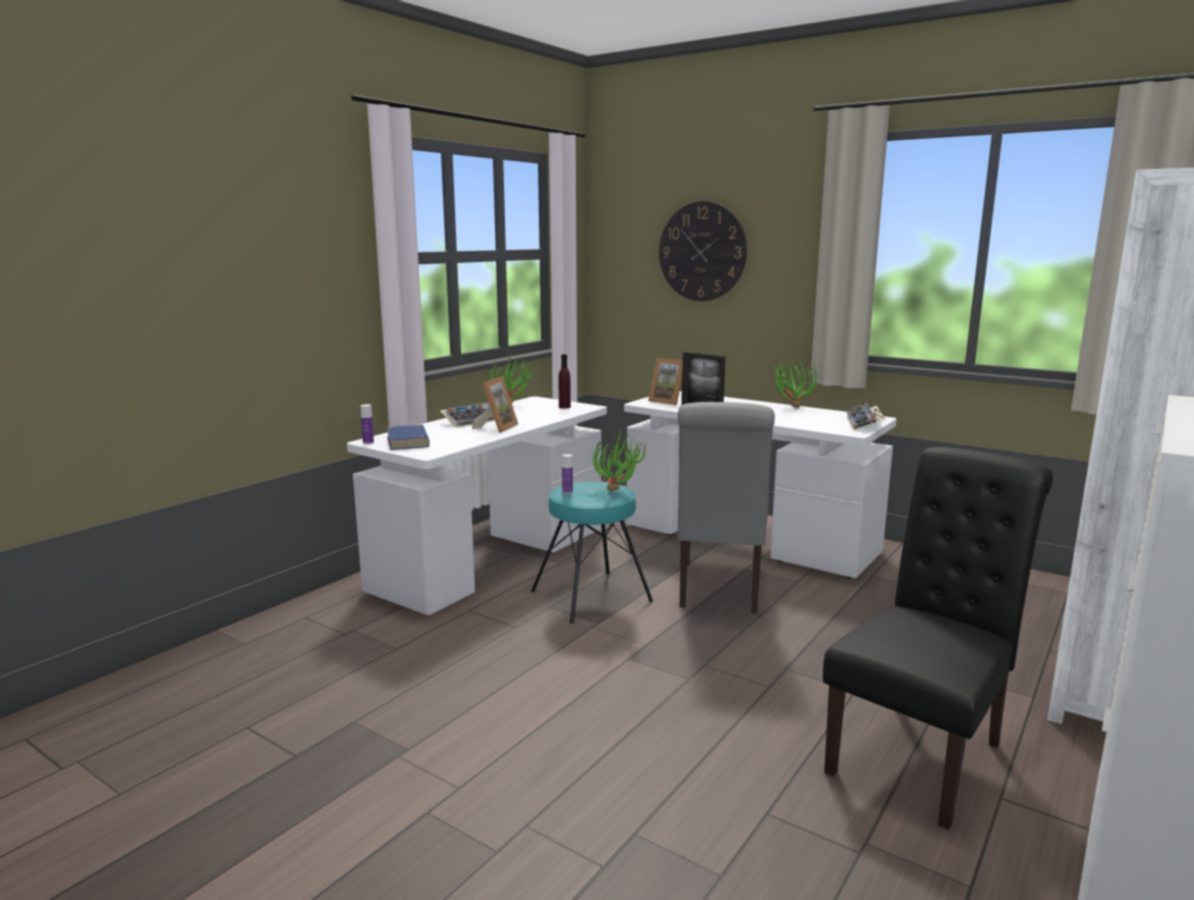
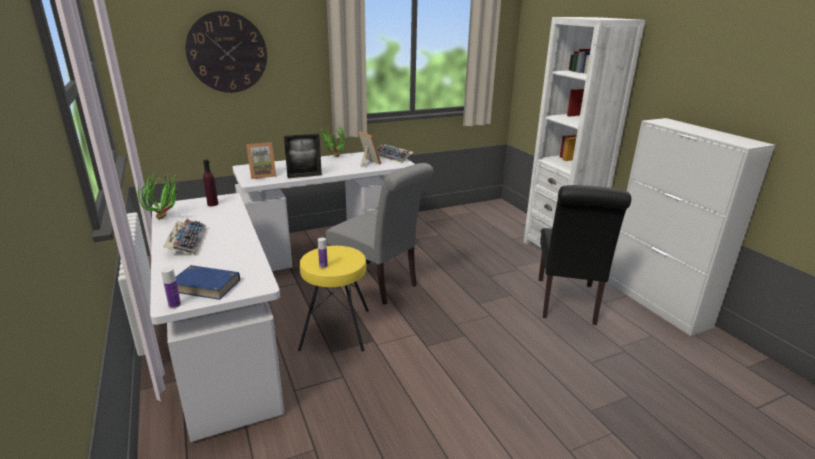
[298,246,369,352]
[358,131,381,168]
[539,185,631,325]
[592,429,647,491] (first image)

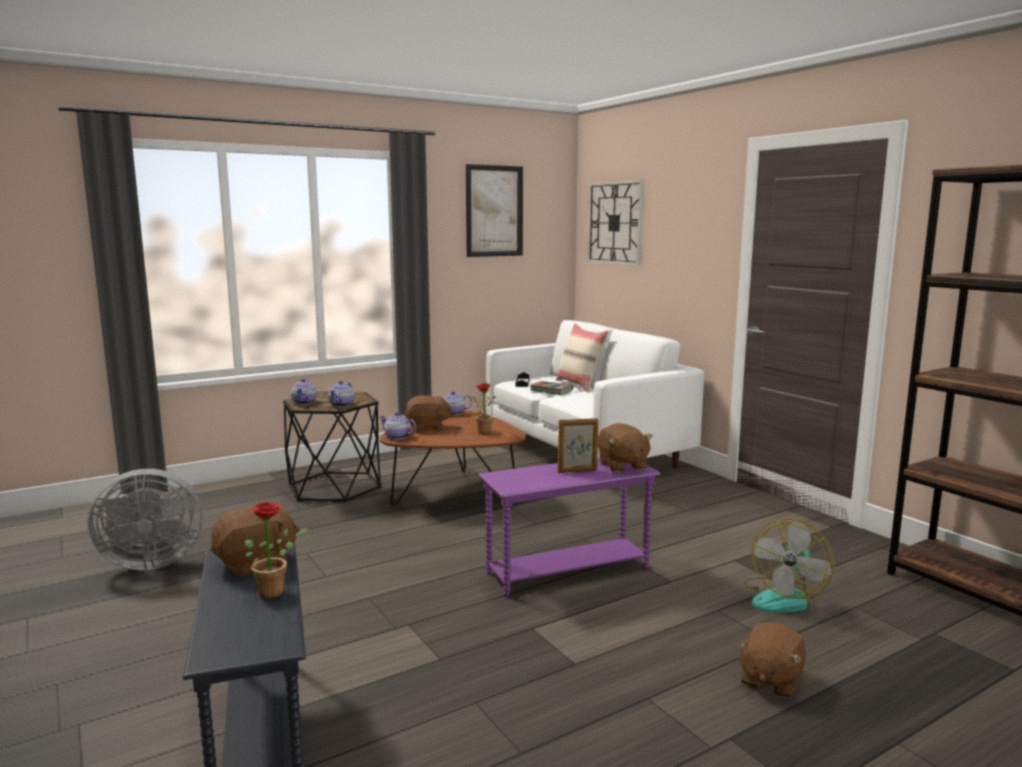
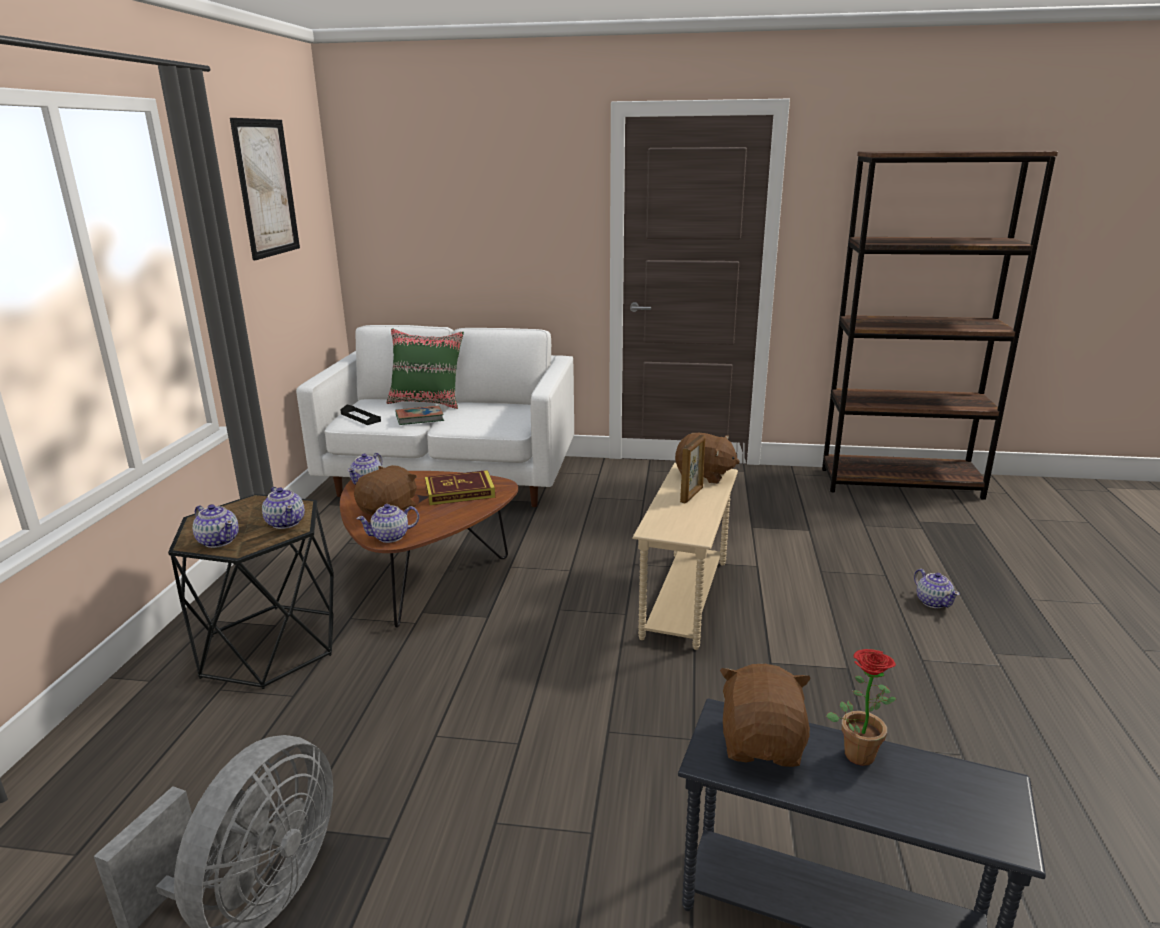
[387,328,464,409]
[425,470,495,505]
[632,463,738,650]
[914,569,960,608]
[587,179,644,266] (first image)
[744,518,834,613] (first image)

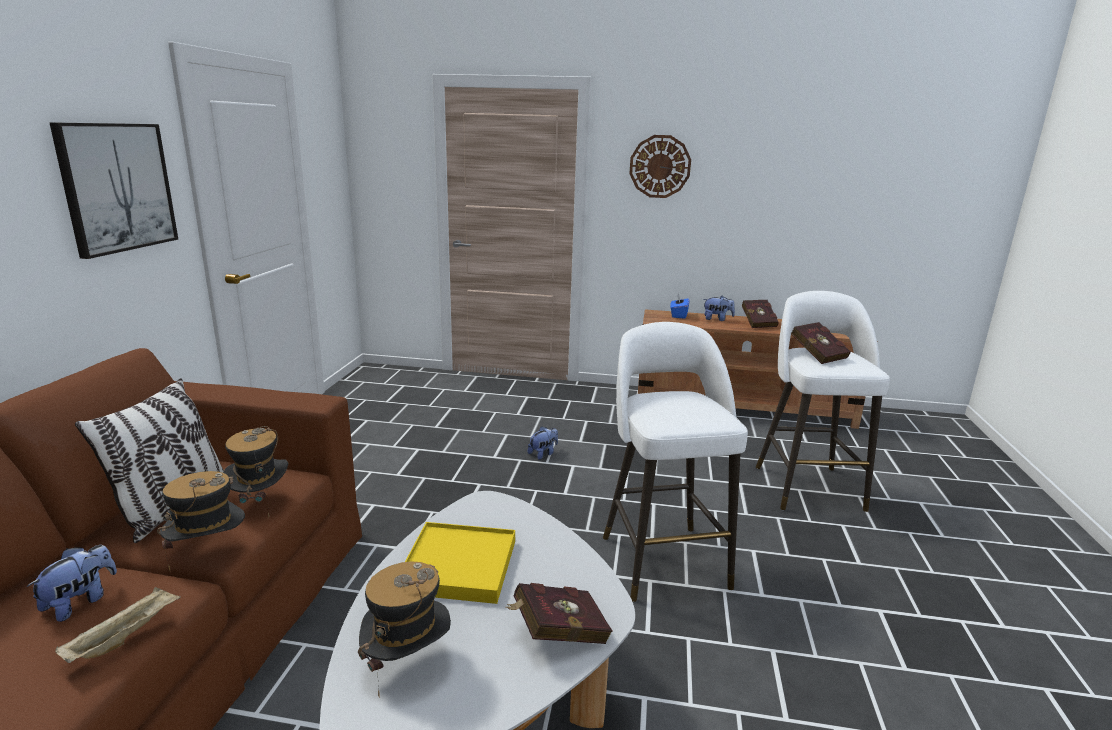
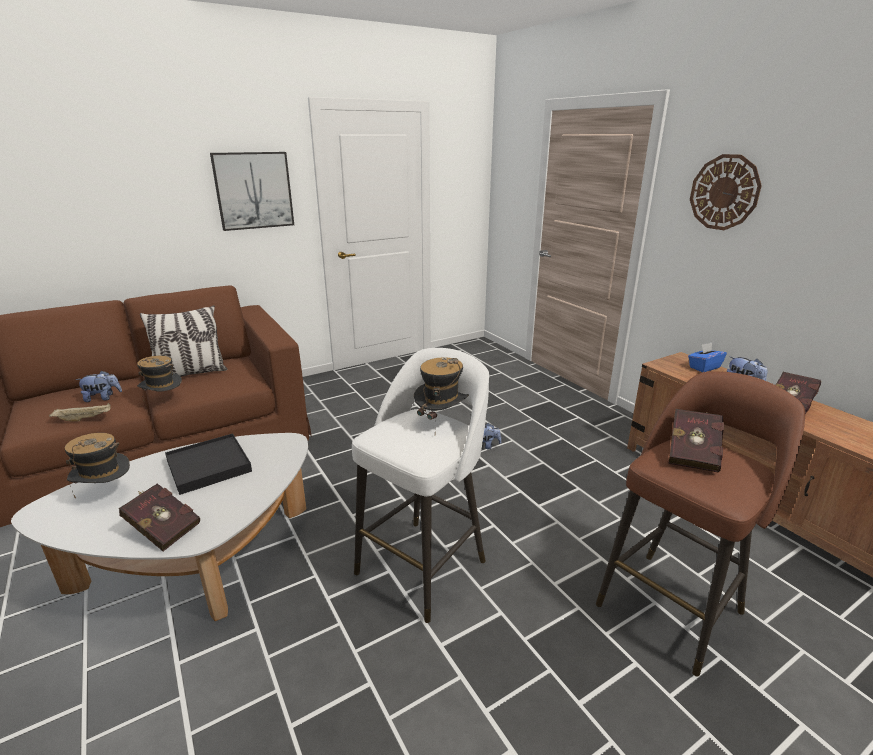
[165,433,252,495]
[414,357,469,434]
[596,371,805,677]

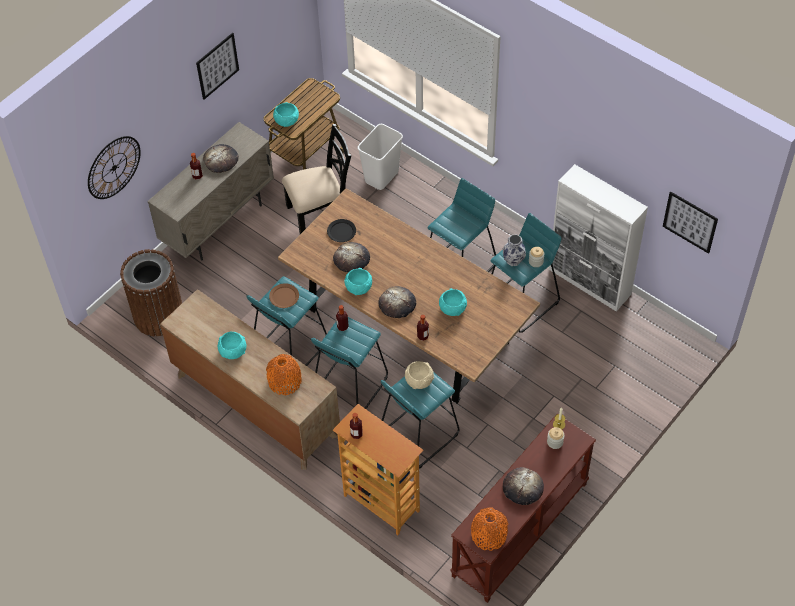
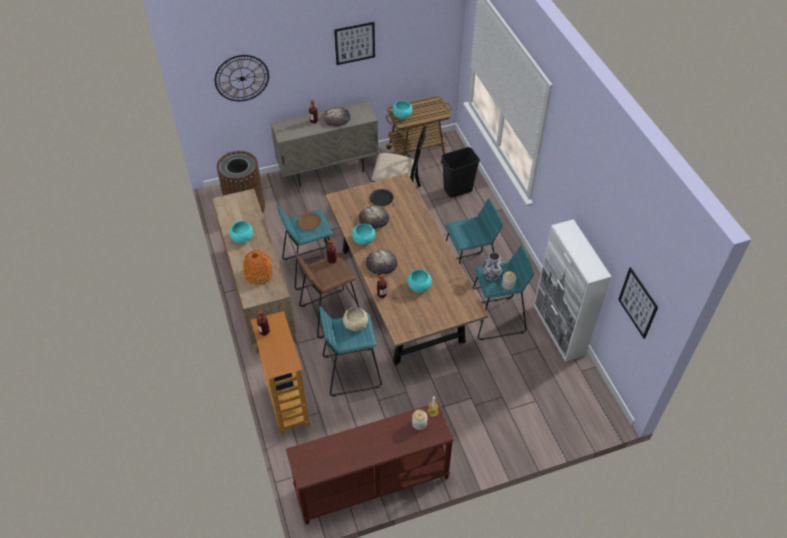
[295,253,359,339]
[442,147,480,198]
[471,507,508,551] (first image)
[503,467,544,505] (first image)

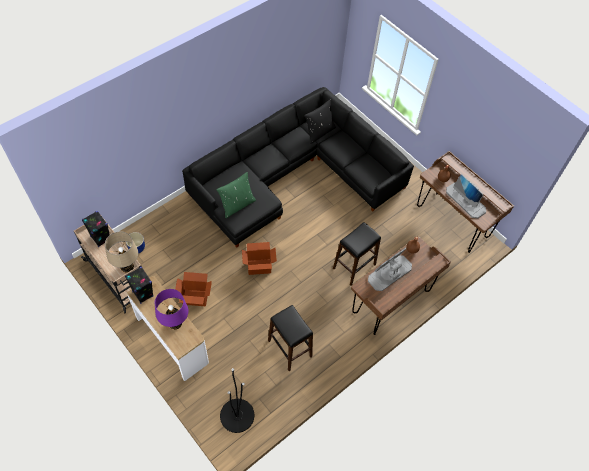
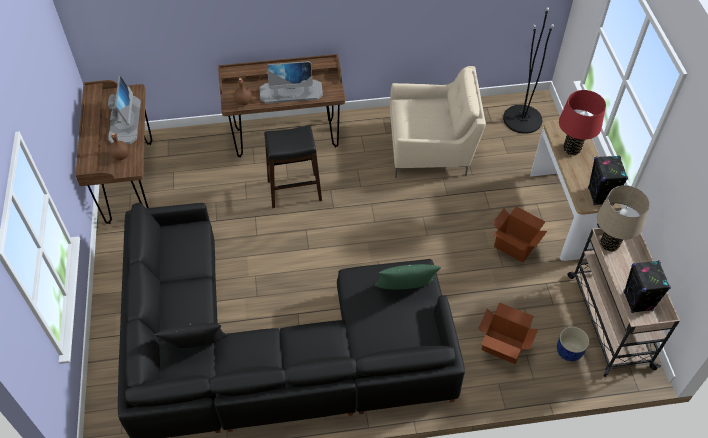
[390,66,486,177]
[479,302,538,364]
[559,90,606,155]

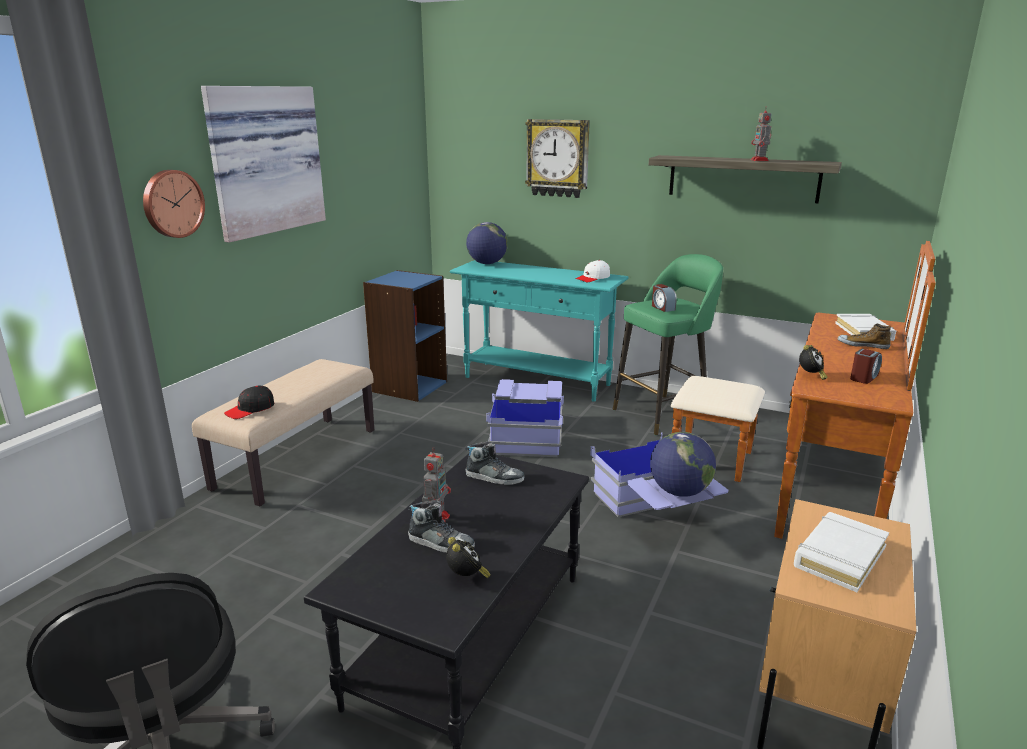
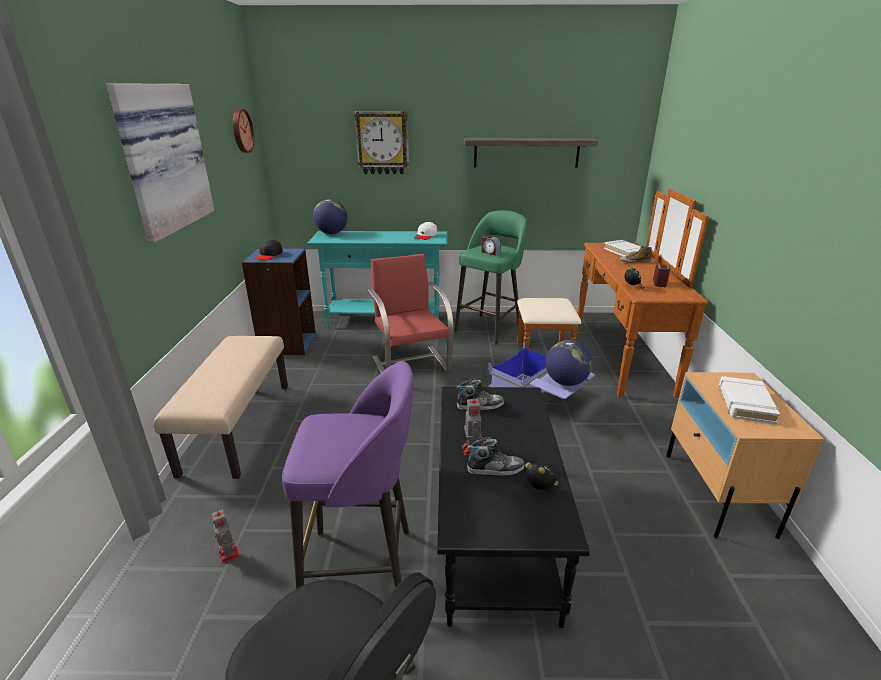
[212,509,240,564]
[233,109,254,153]
[254,239,283,261]
[282,361,414,589]
[368,254,454,373]

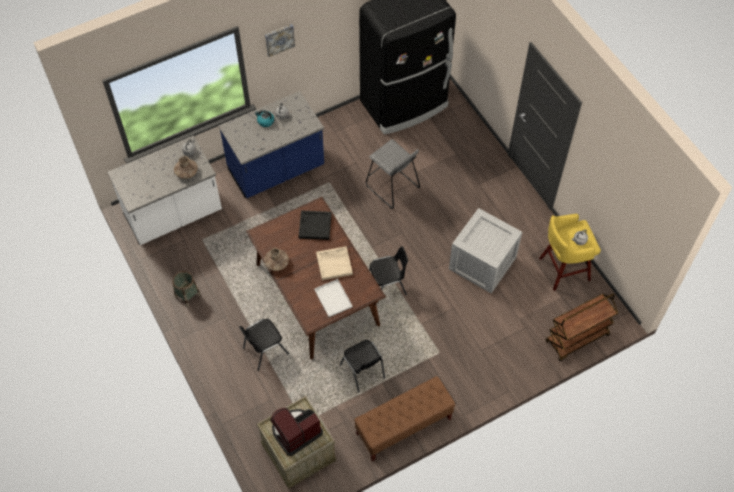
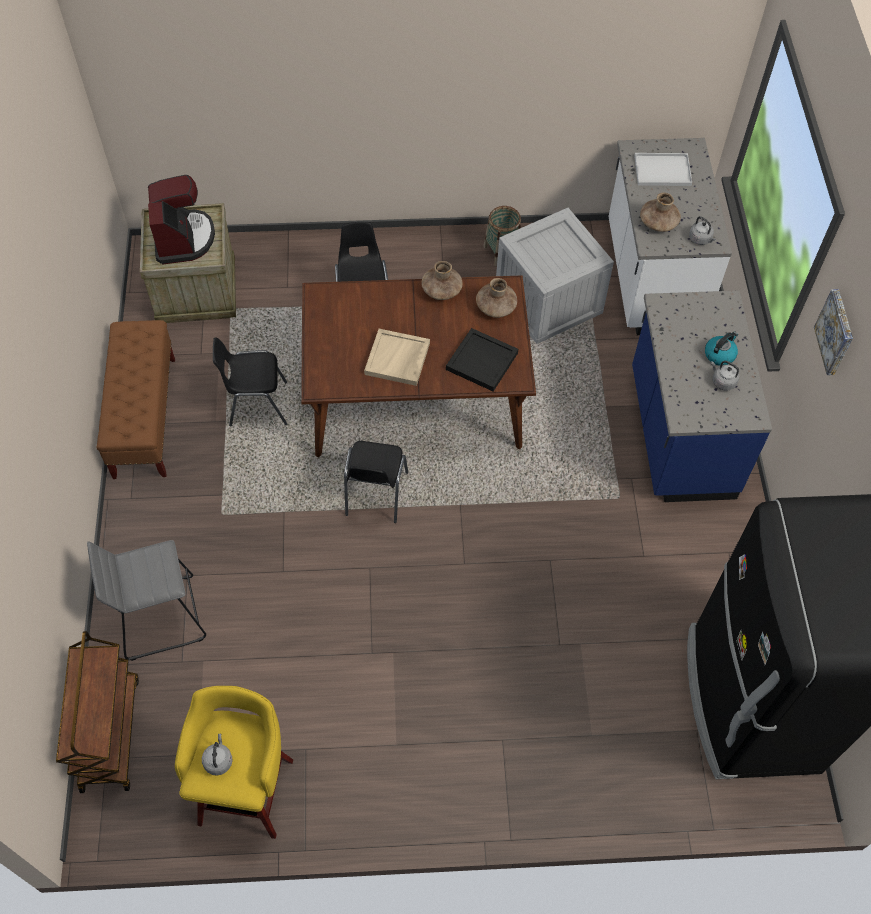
[87,540,206,661]
[476,278,517,318]
[496,208,614,344]
[634,153,692,186]

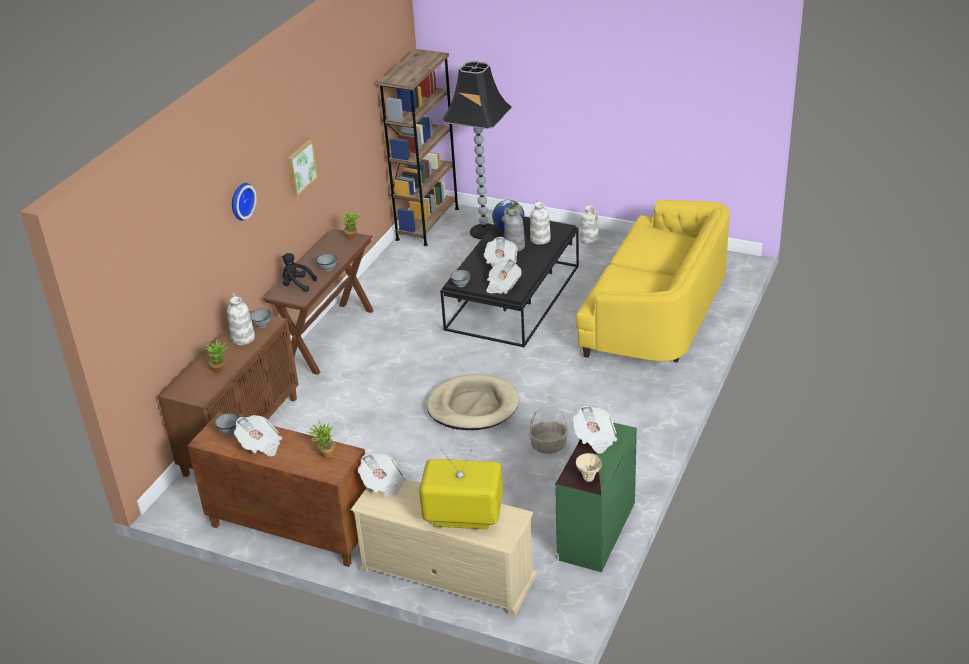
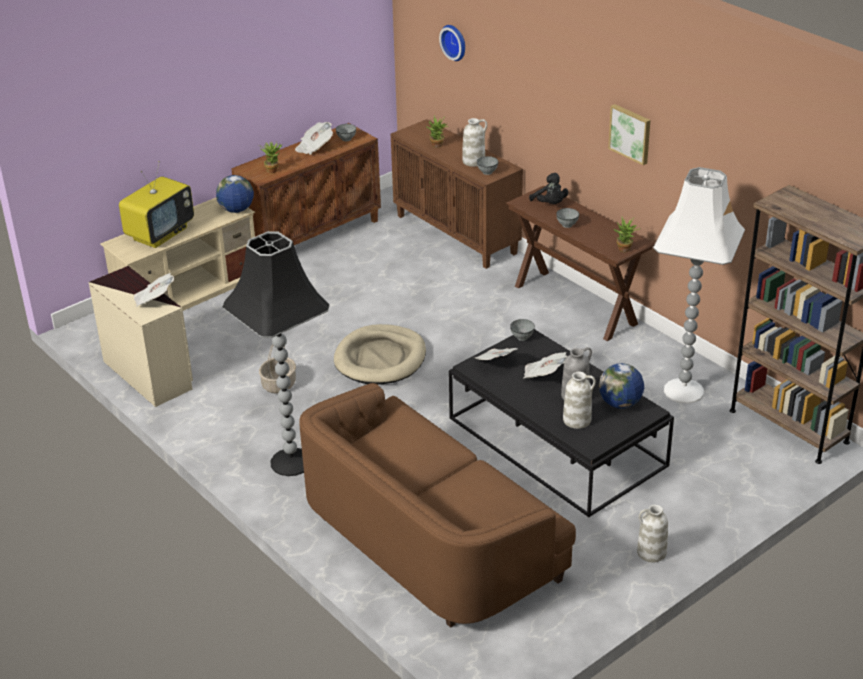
[89,266,193,407]
[216,175,254,213]
[222,231,330,476]
[299,383,576,628]
[439,25,465,61]
[529,173,568,204]
[653,167,745,404]
[576,453,602,482] (first image)

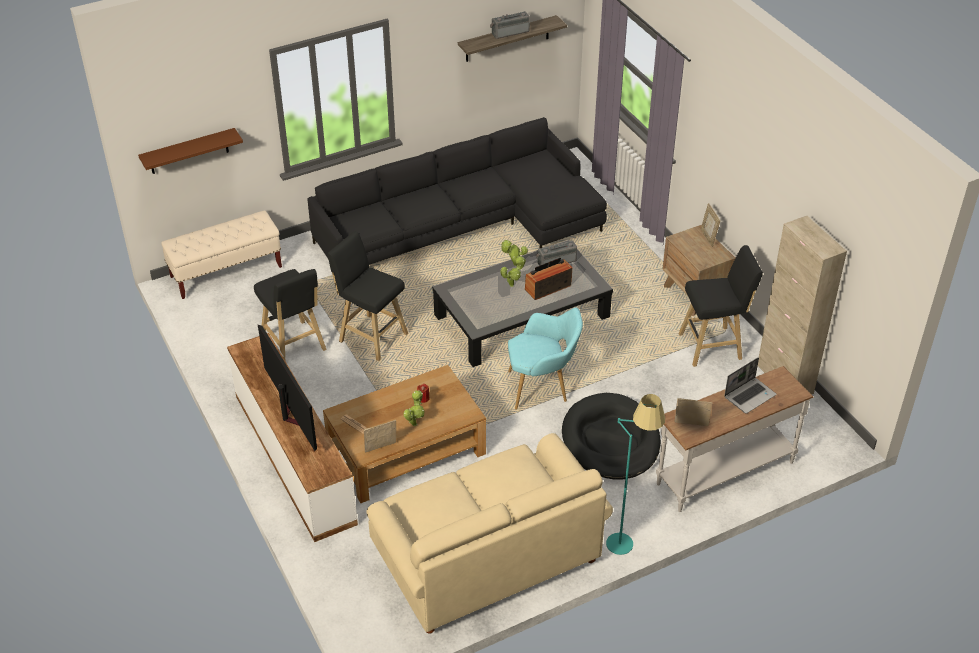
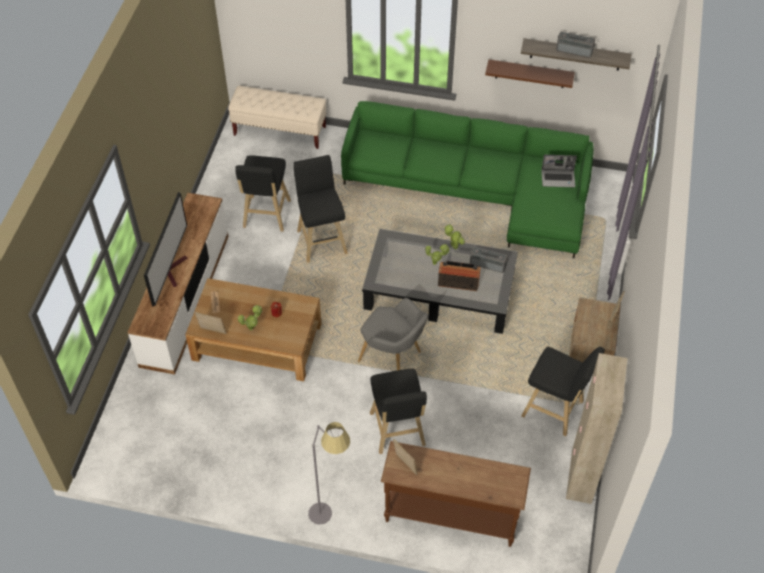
[308,422,350,525]
[341,101,594,258]
[358,298,429,371]
[370,369,427,454]
[381,441,531,547]
[485,59,575,88]
[541,155,577,187]
[366,433,613,634] (first image)

